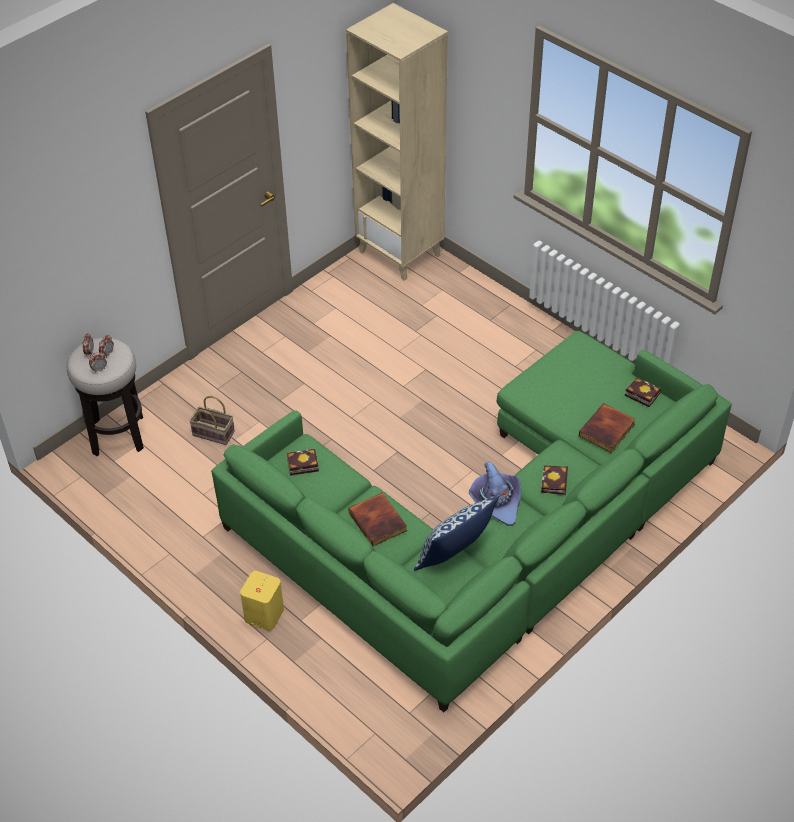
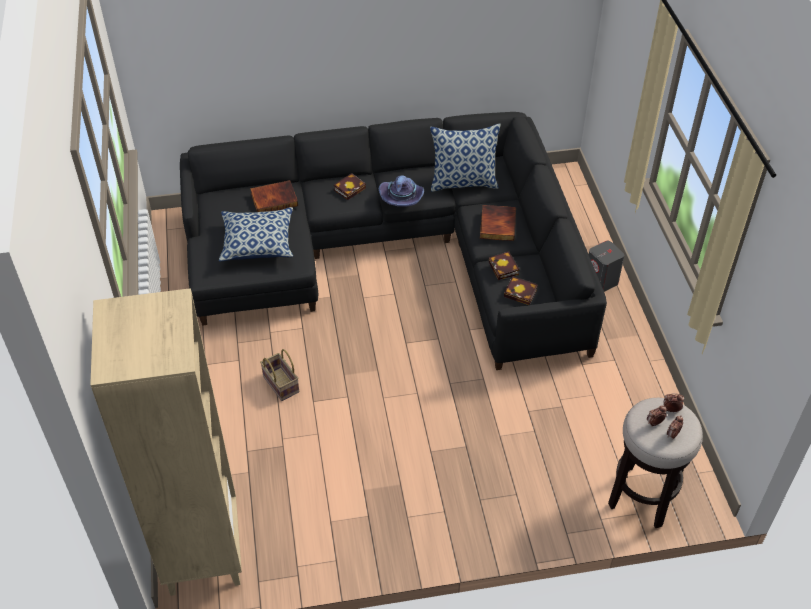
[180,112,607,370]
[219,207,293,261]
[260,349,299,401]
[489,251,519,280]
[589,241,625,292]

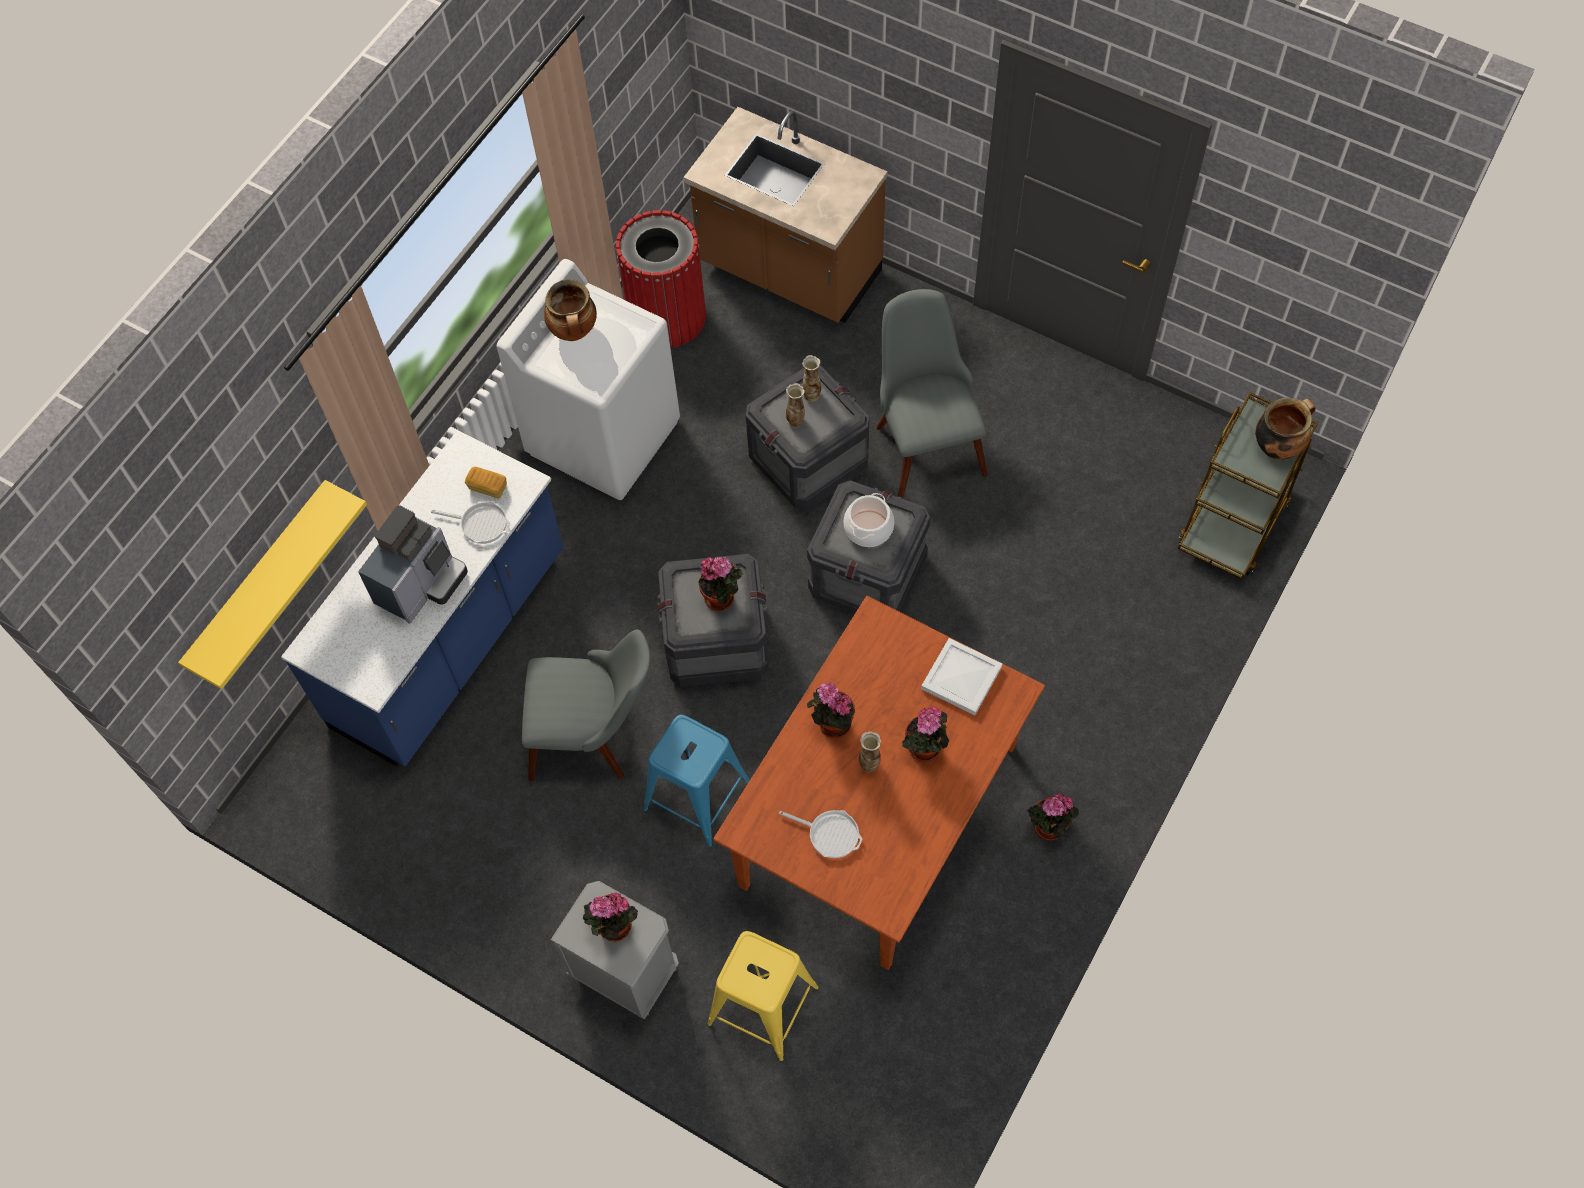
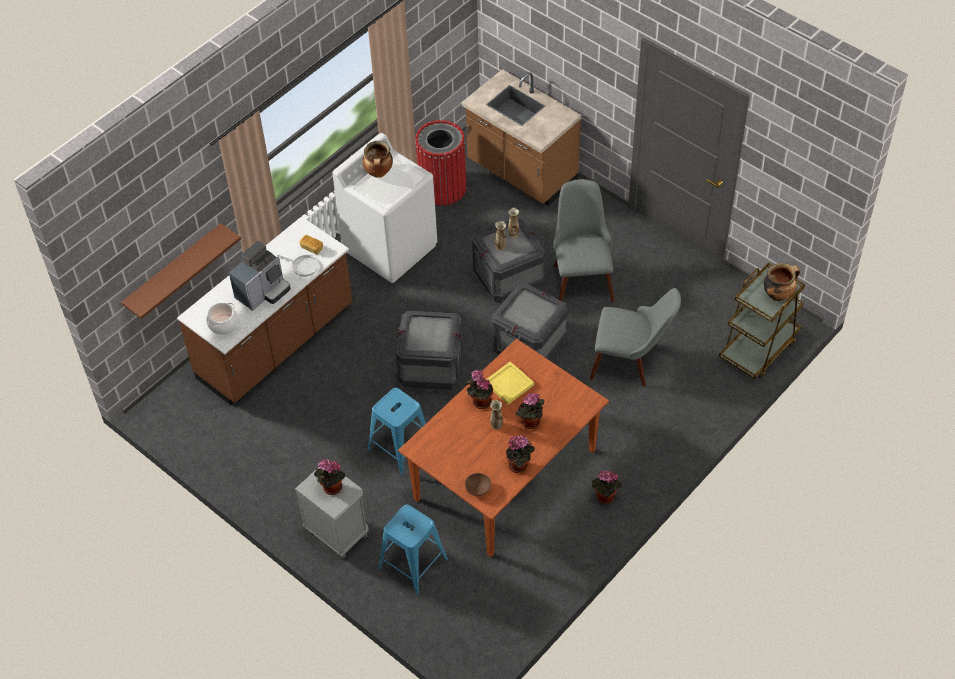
[121,223,241,319]
[177,216,352,405]
[207,303,239,335]
[378,504,448,595]
[465,473,491,496]
[486,361,534,405]
[506,435,535,473]
[590,288,681,387]
[779,810,862,858] (first image)
[921,638,1002,715] (first image)

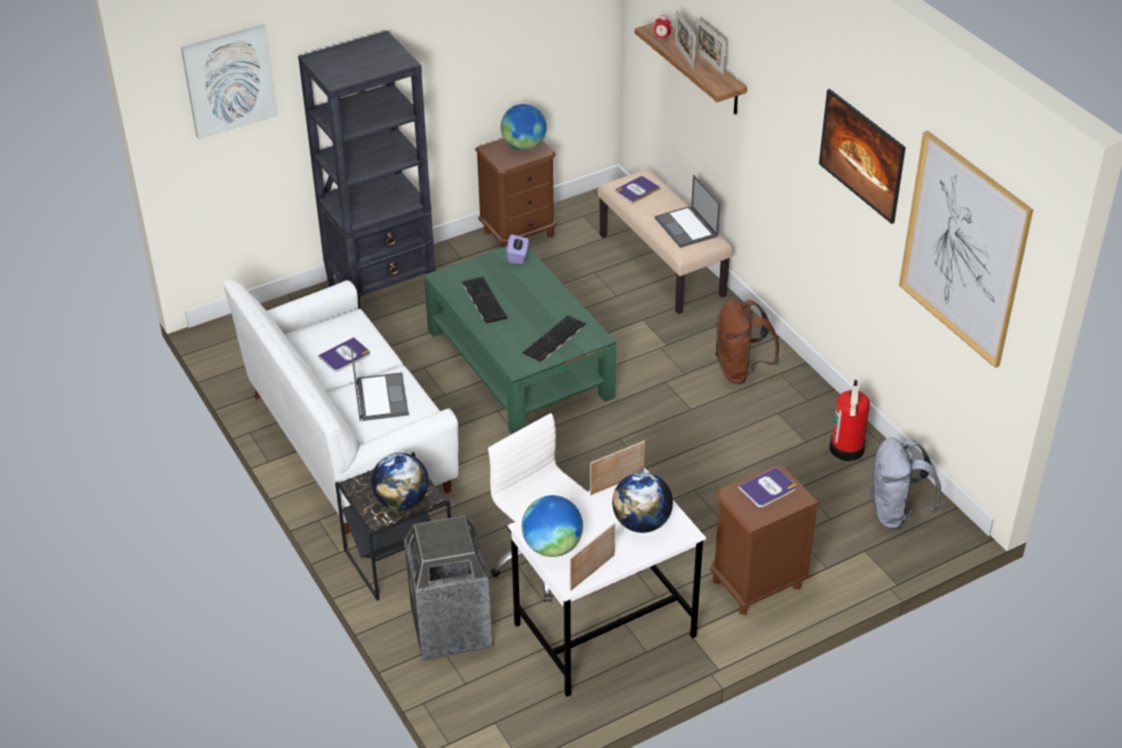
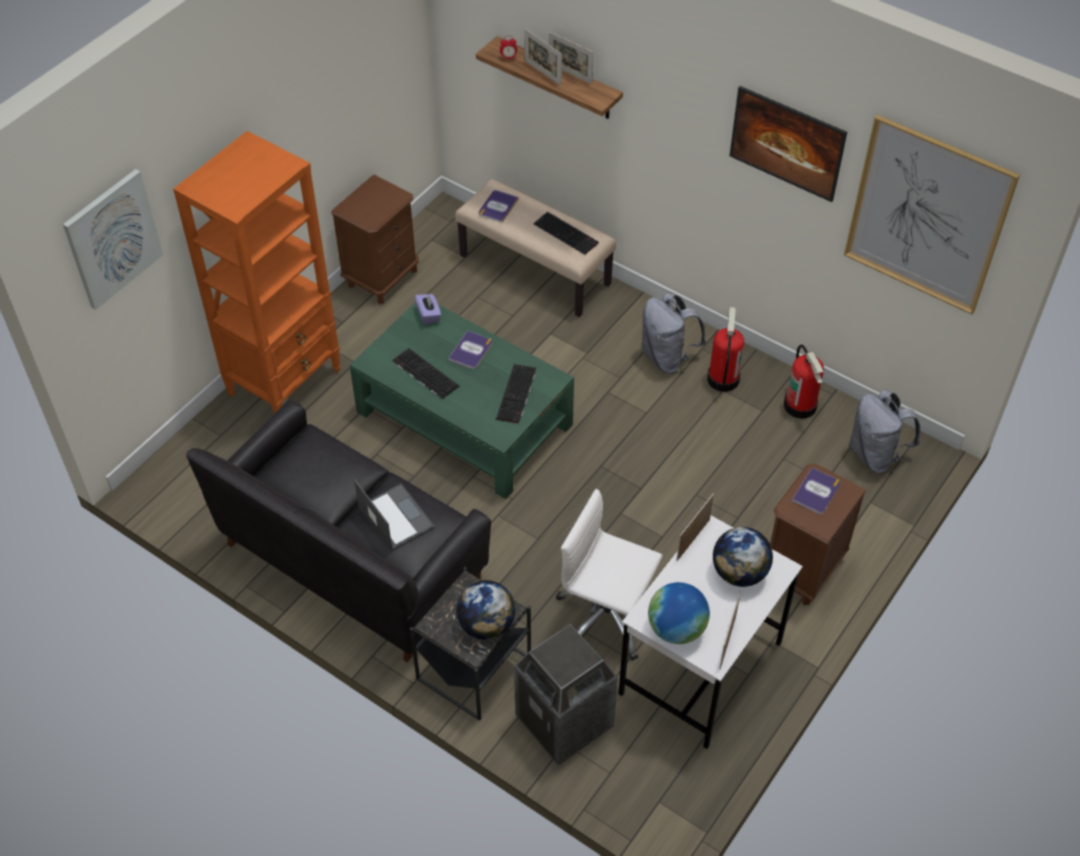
[173,131,341,414]
[186,400,491,662]
[448,330,493,369]
[534,212,599,255]
[641,293,706,374]
[707,307,744,392]
[501,104,547,151] (first image)

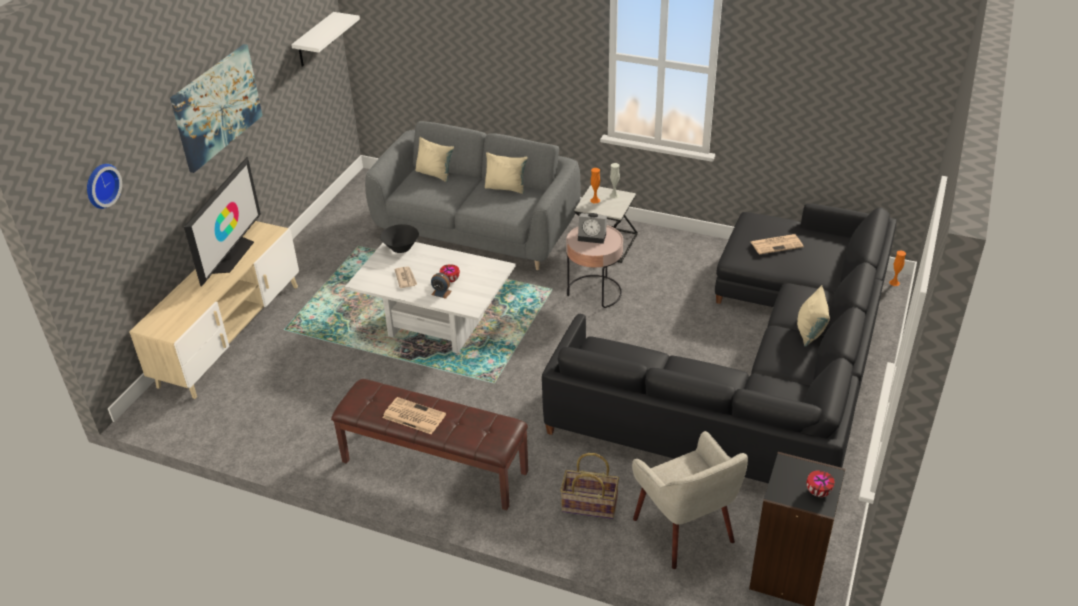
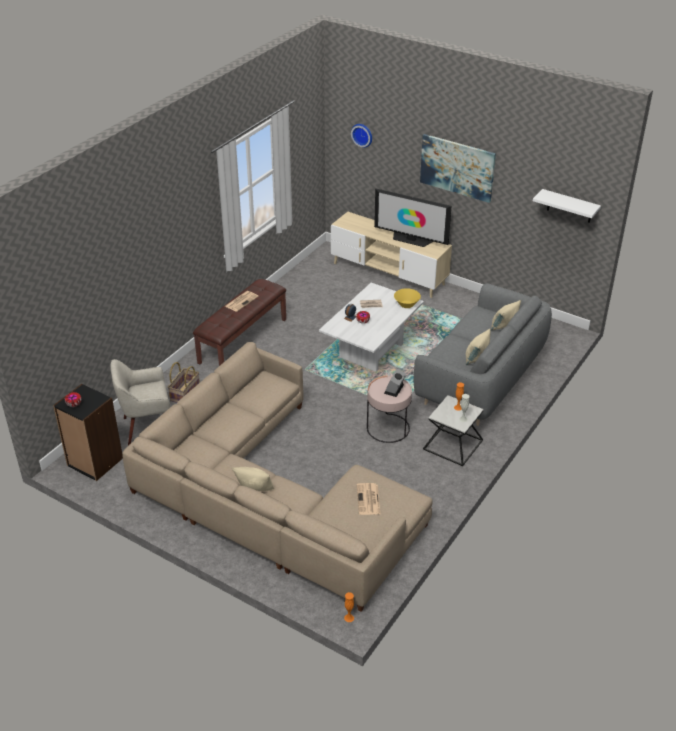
[122,342,433,612]
[394,288,421,308]

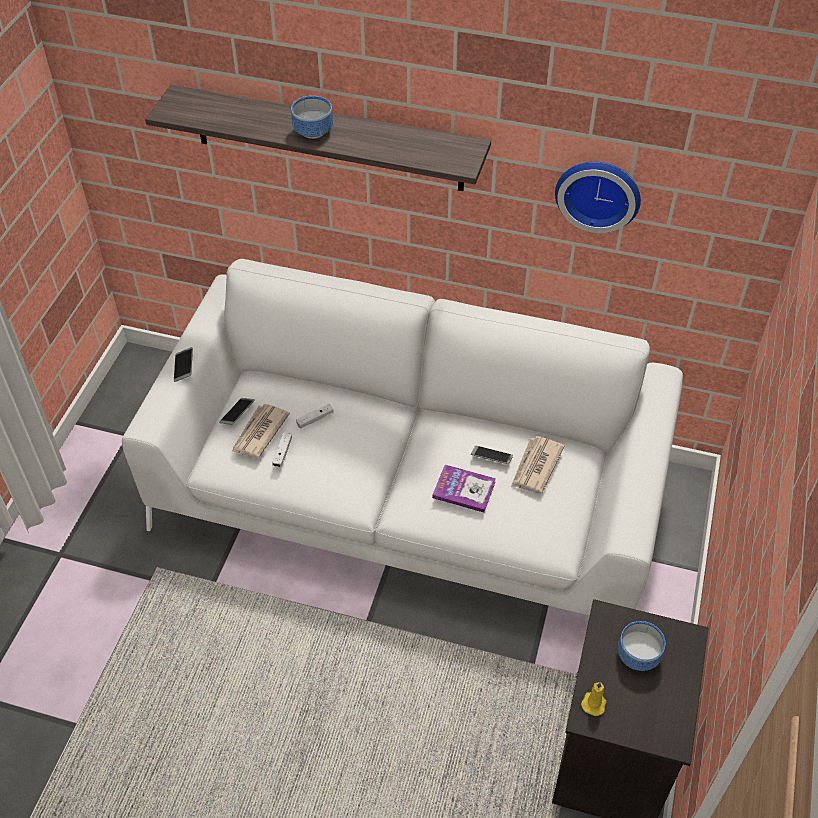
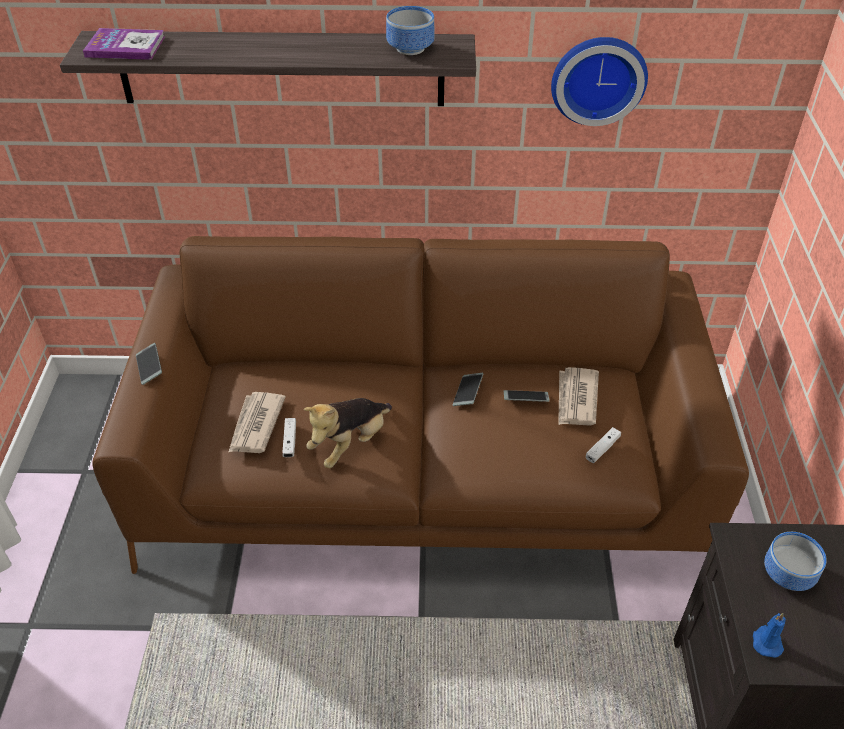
[83,28,165,60]
[92,236,749,574]
[304,398,392,468]
[386,6,435,55]
[453,373,483,406]
[586,427,621,463]
[753,613,786,658]

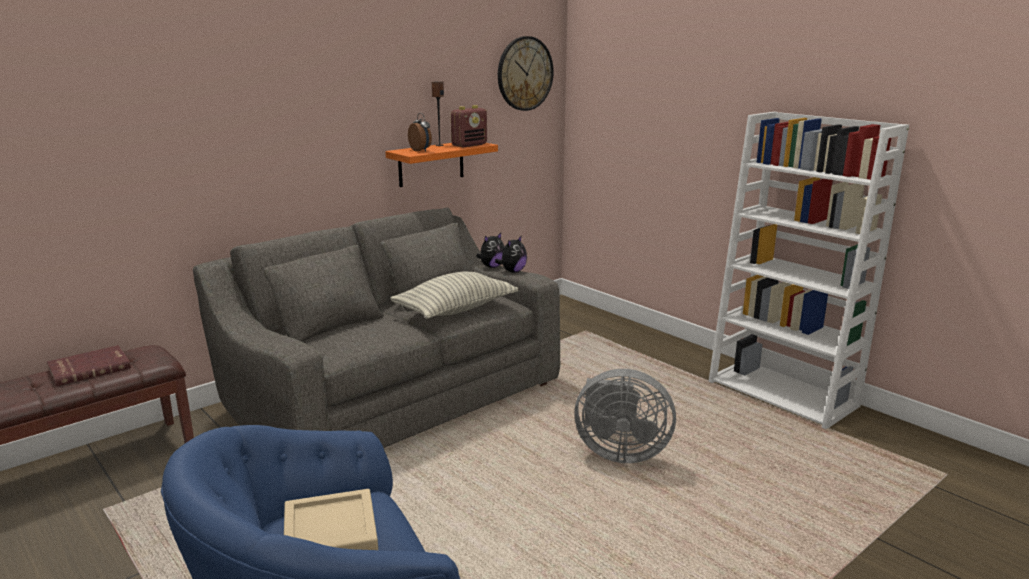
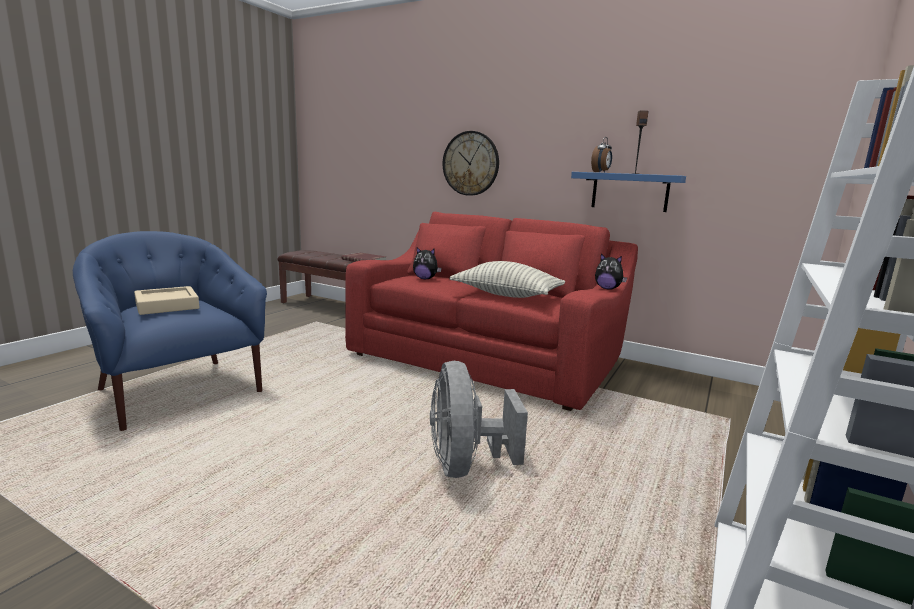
[345,212,638,411]
[413,247,442,279]
[443,131,499,196]
[571,172,686,212]
[451,105,487,147] (first image)

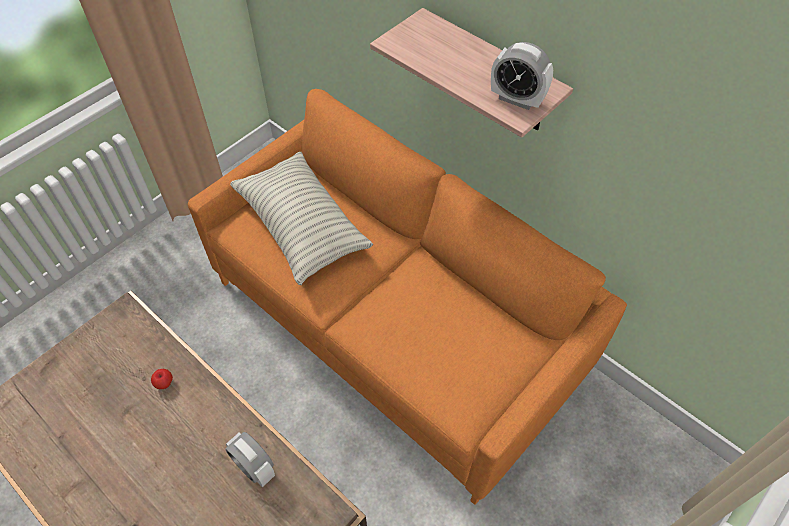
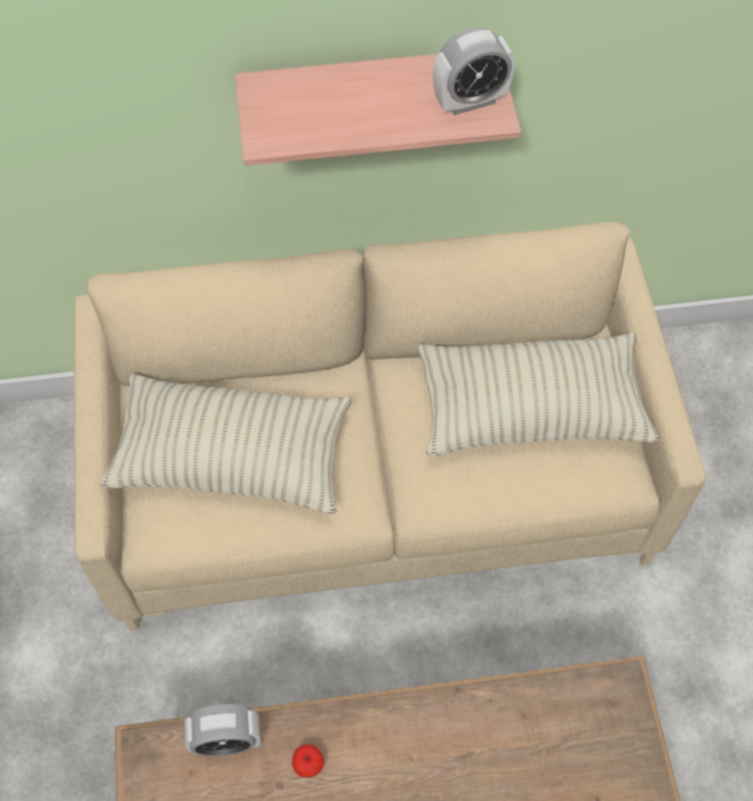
[74,221,706,631]
[185,704,260,756]
[418,333,660,456]

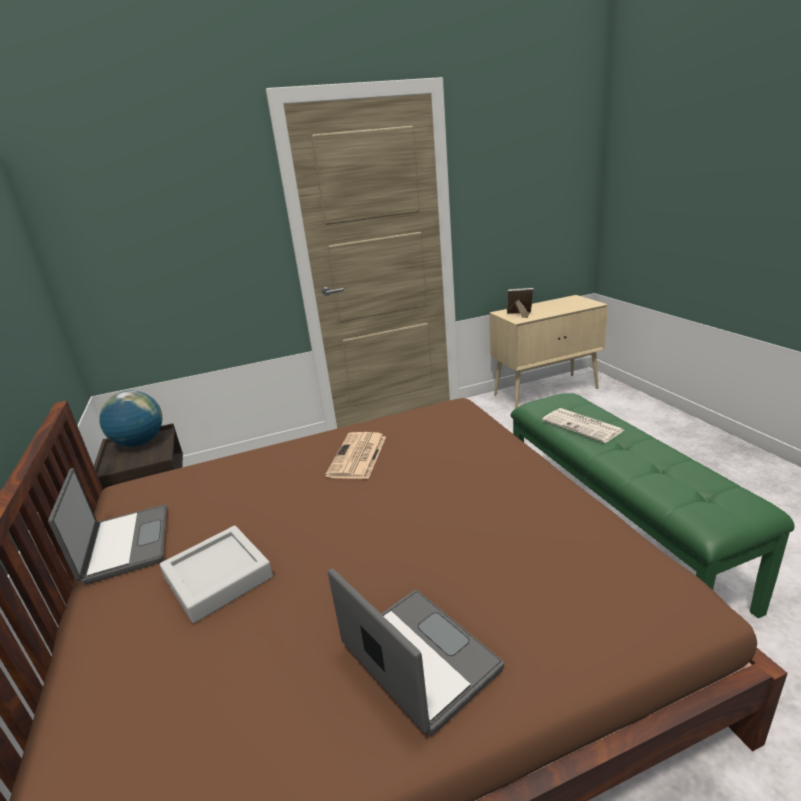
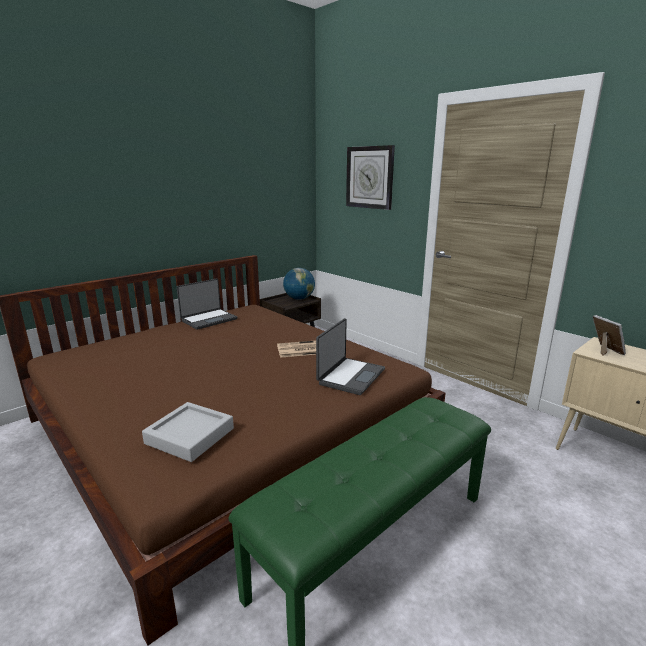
[142,402,234,462]
[316,318,385,395]
[346,145,395,210]
[542,408,624,443] (first image)

